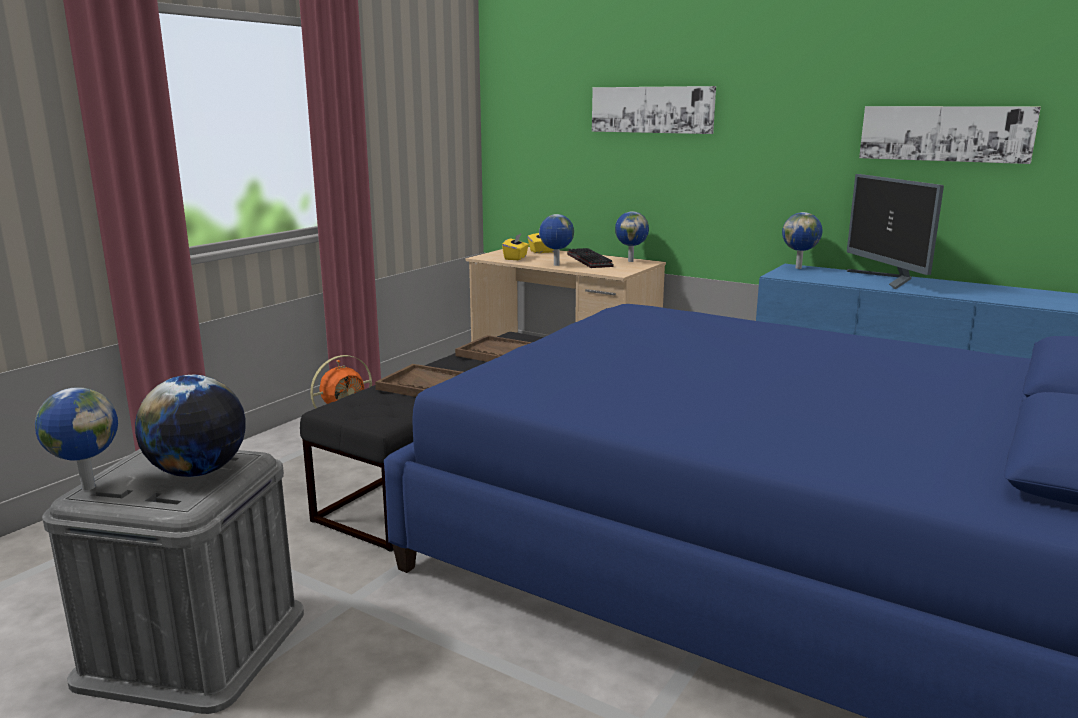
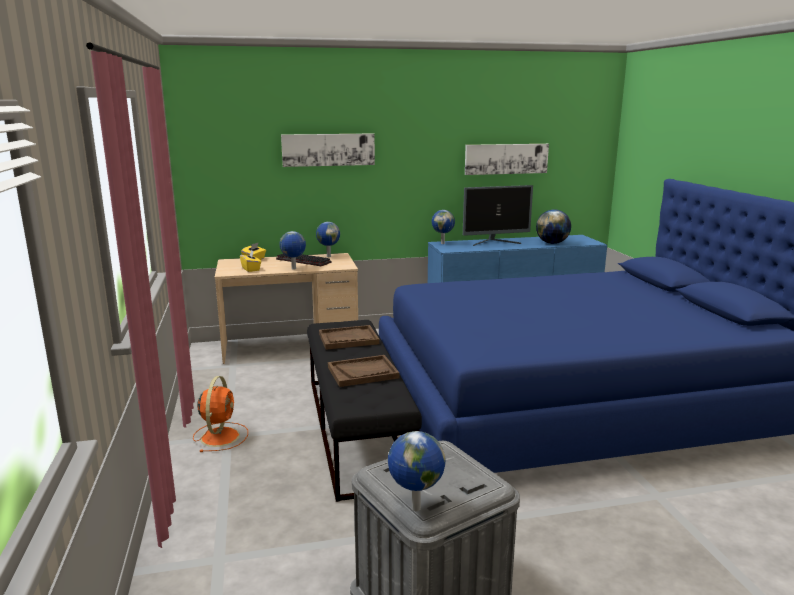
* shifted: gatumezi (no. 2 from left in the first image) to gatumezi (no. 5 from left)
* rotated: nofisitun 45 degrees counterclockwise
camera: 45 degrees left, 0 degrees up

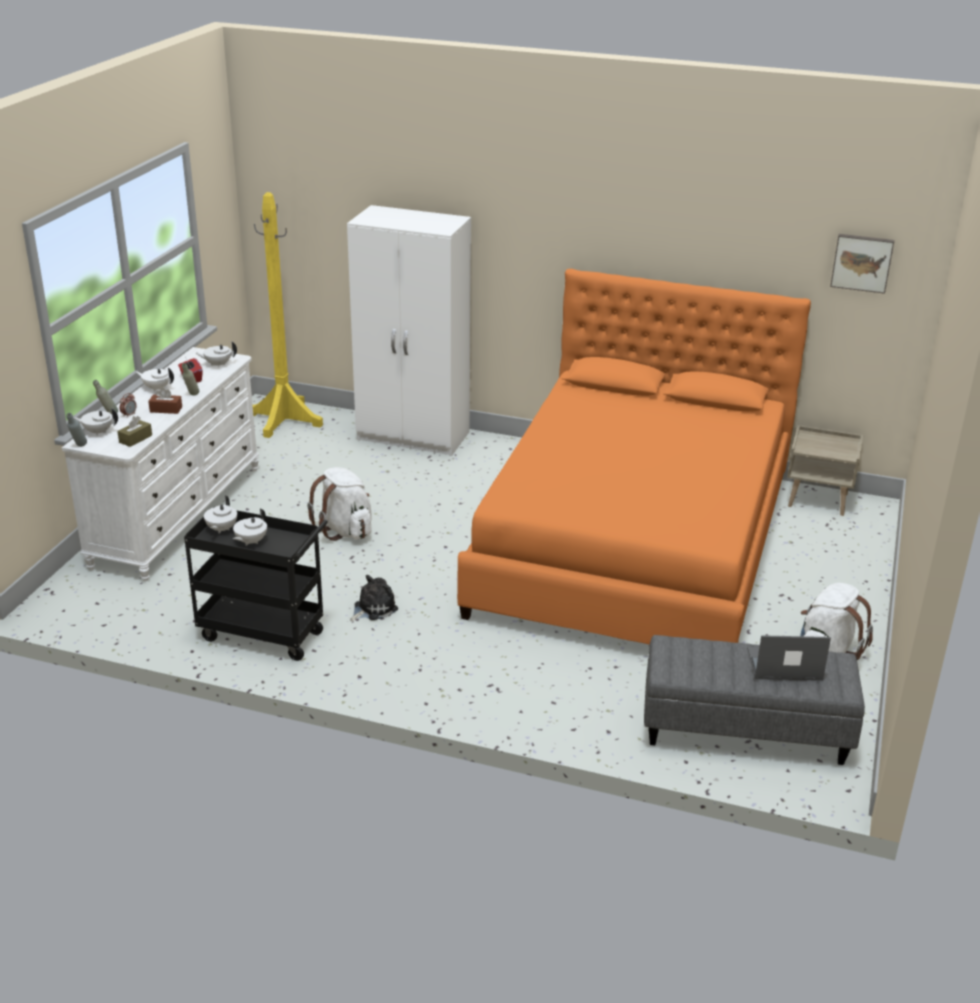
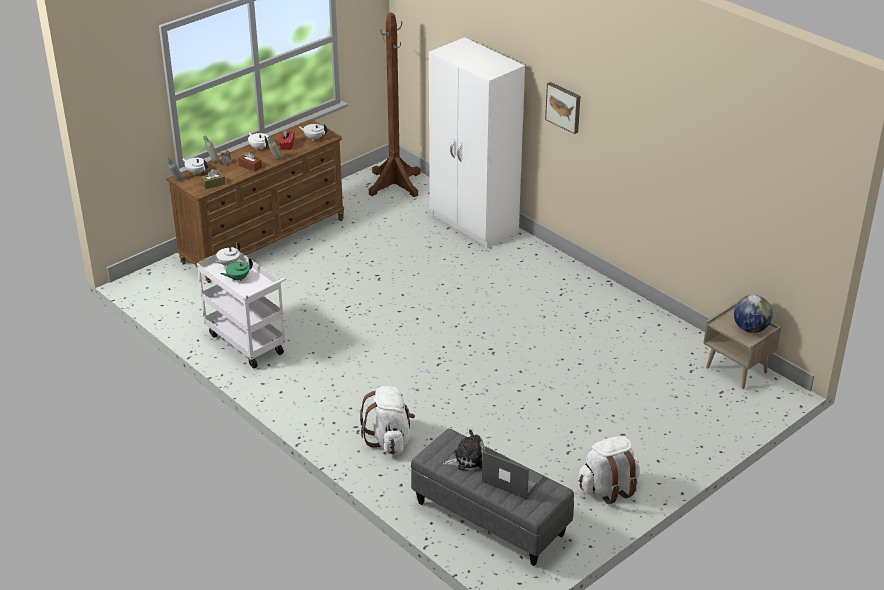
* gone: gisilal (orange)
* new: gatumezi
* shifted: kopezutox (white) (no. 1 from left)
* shifted: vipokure
* shifted: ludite
* repainted: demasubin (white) to demasubin (brown)
* repainted: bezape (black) to bezape (white)
* repainted: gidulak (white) (no. 5 from left) to gidulak (green)
* repainted: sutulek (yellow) to sutulek (brown)
camera: 30 degrees right, 5 degrees up

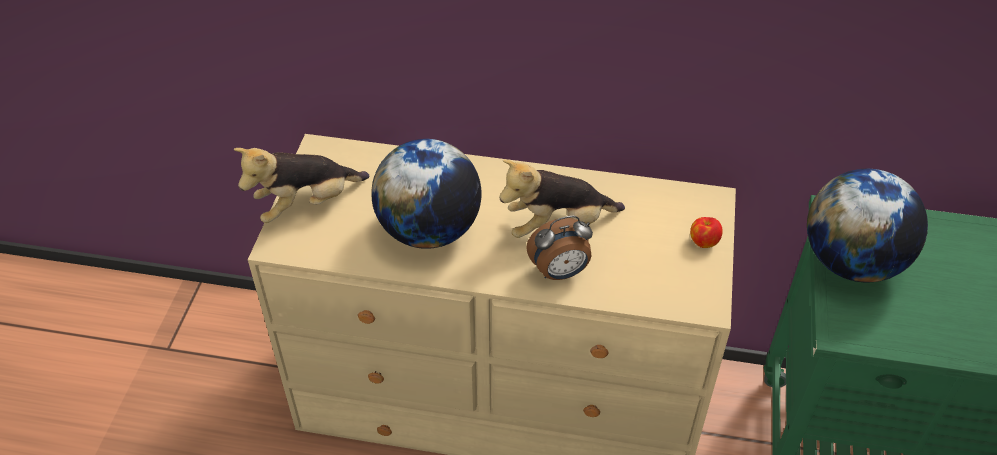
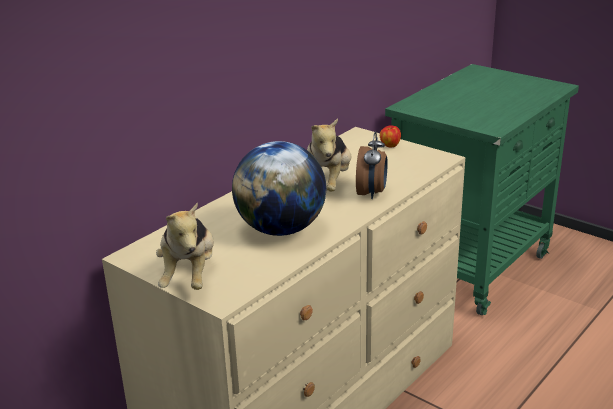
* gone: gatumezi (no. 2 from left)
camera: 60 degrees left, 20 degrees down

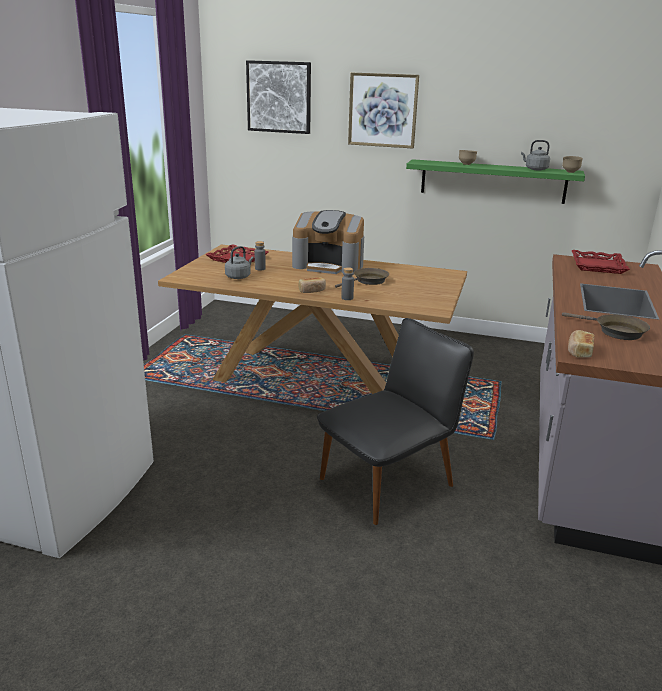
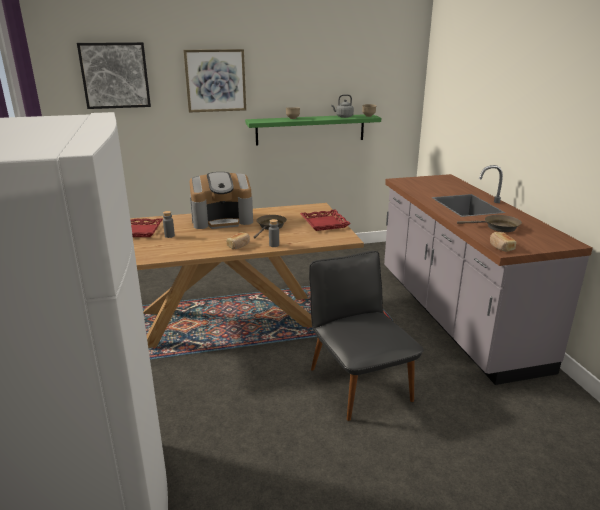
* gone: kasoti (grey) (no. 1 from left)
* shifted: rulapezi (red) (no. 2 from left)
* rotated: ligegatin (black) 45 degrees counterclockwise
camera: 30 degrees left, 0 degrees up

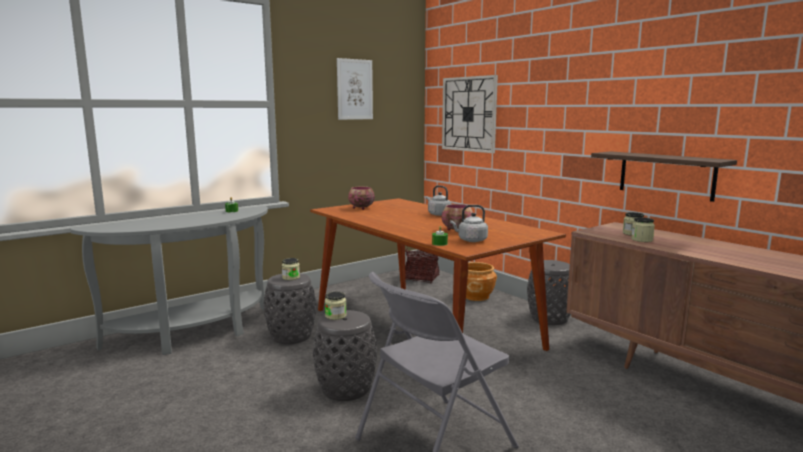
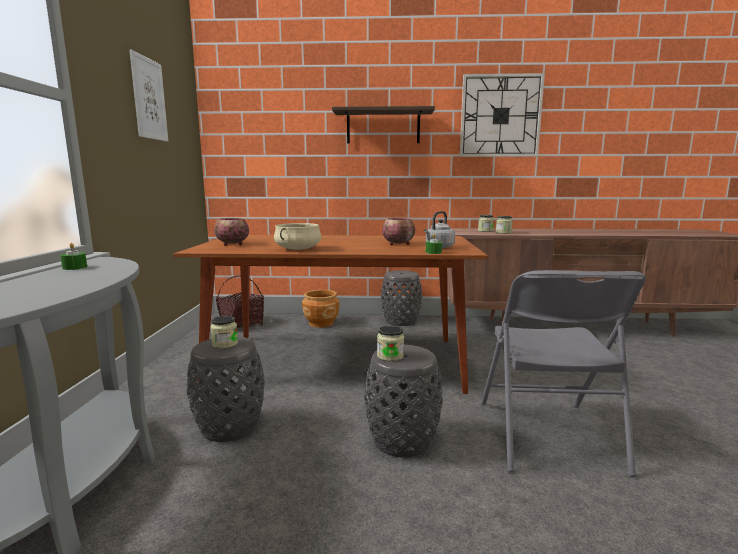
* gone: kasoti (grey) (no. 1 from left)
* new: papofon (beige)
* shifted: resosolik
* shifted: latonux
camera: 50 degrees left, 0 degrees up

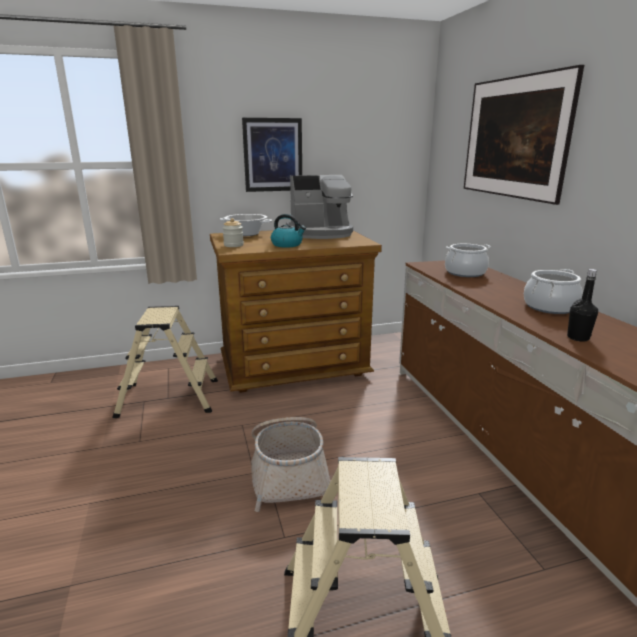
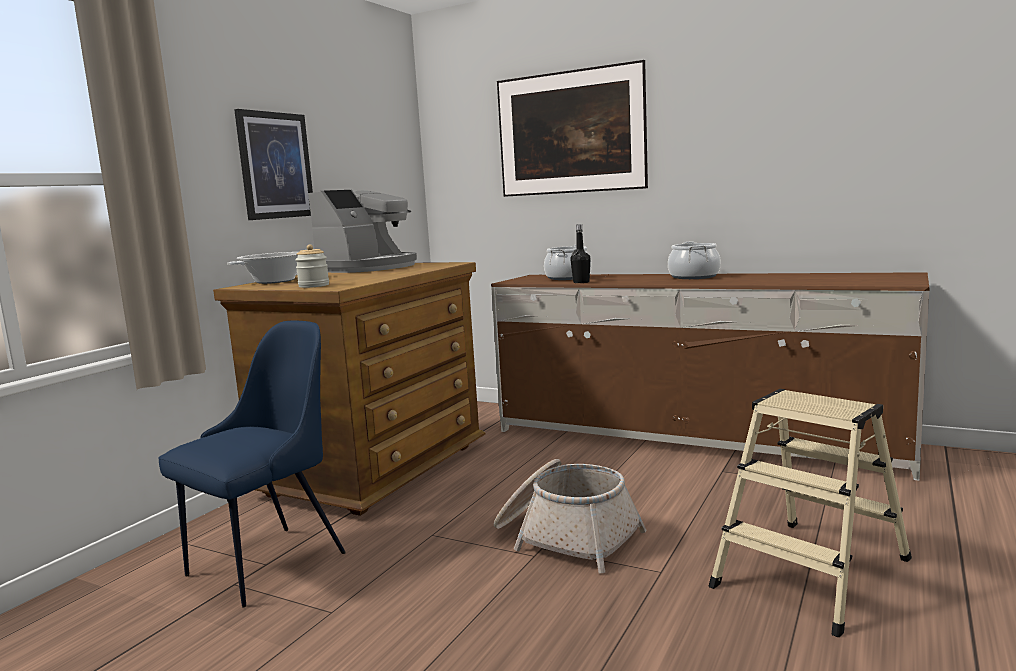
* gone: kasoti
* shifted: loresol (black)
* swapped: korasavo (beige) (no. 1 from left) to ligegatin (blue)
camera: 45 degrees left, 10 degrees down

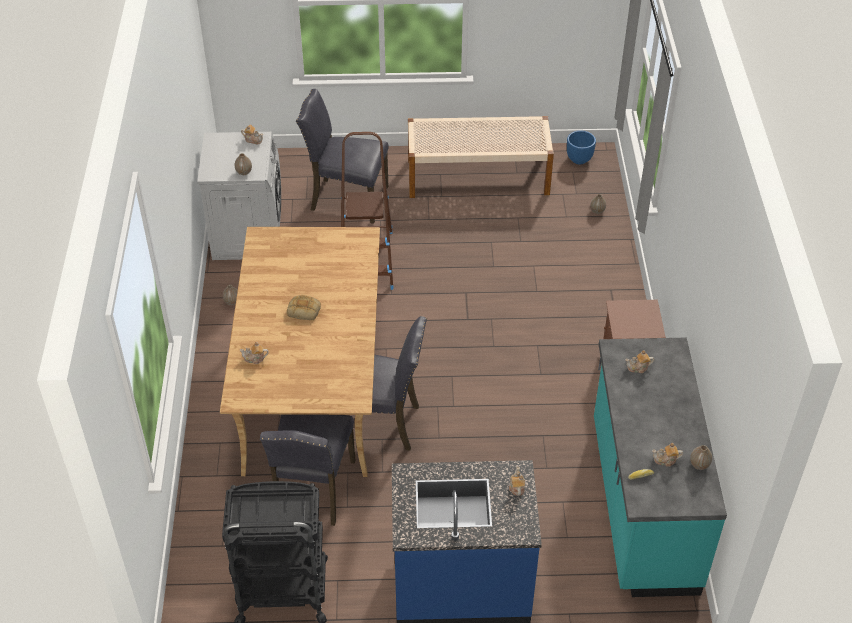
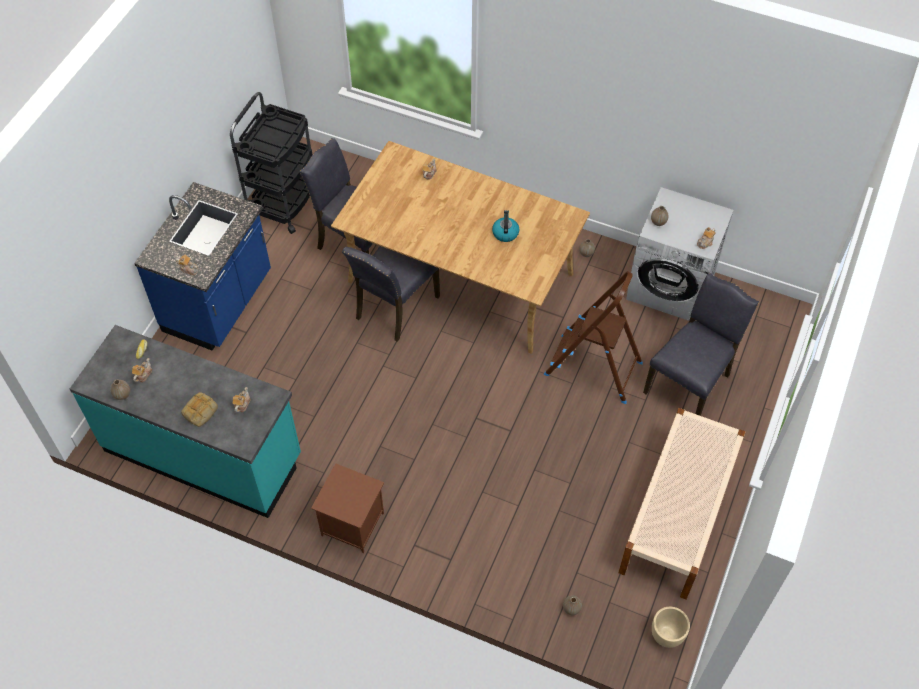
* new: kasoti
* shifted: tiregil (no. 1 from left in the first image) to tiregil (no. 2 from left)
* repainted: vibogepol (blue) to vibogepol (beige)
camera: 115 degrees right, 10 degrees up

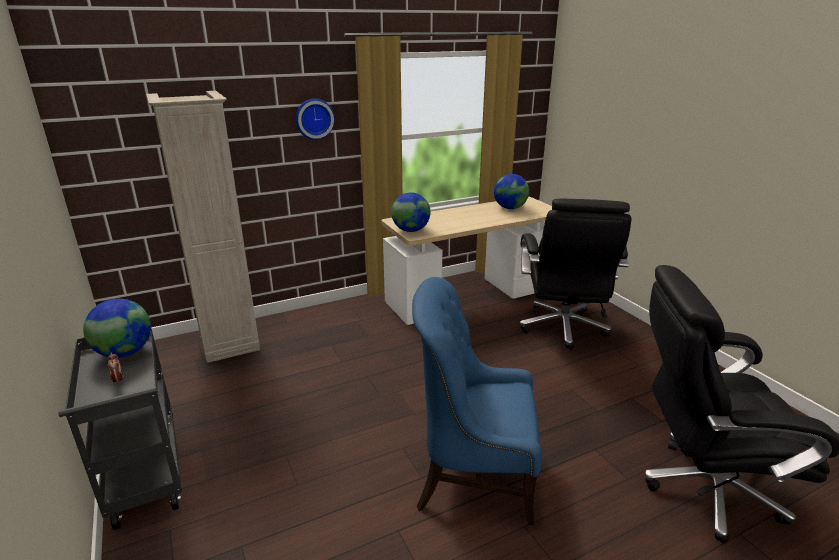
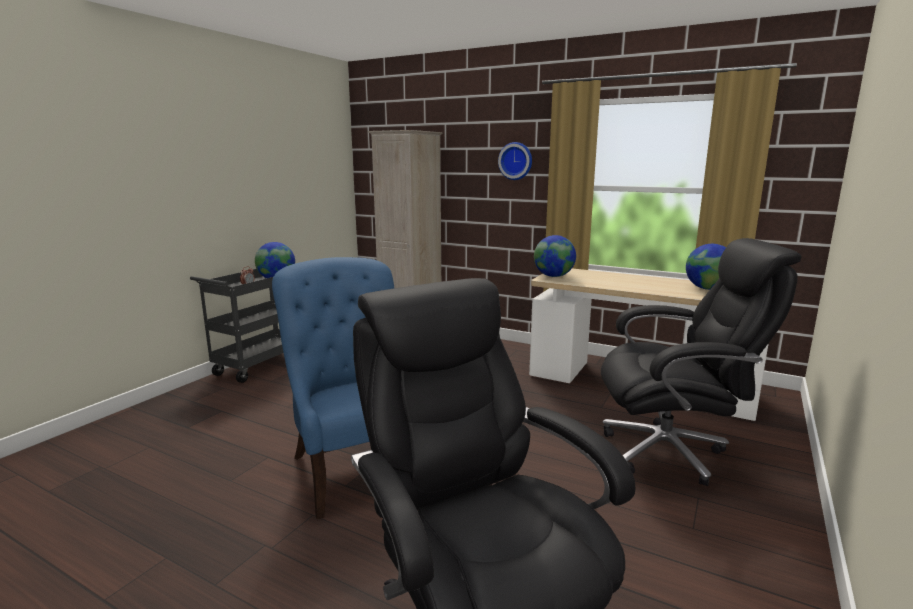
* rotated: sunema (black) (no. 1 from left in the first image) 150 degrees counterclockwise
camera: 55 degrees right, 10 degrees down

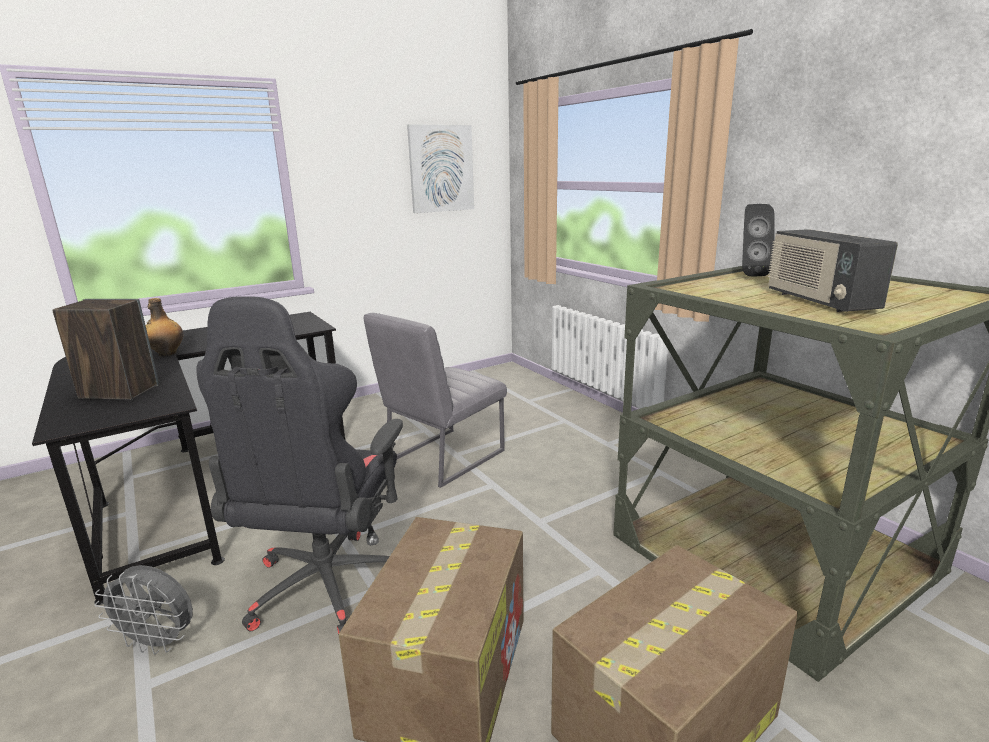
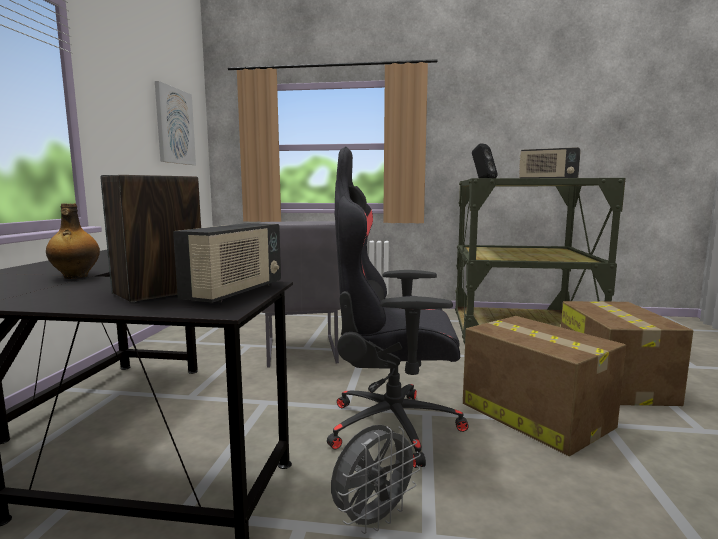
* new: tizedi (no. 1 from left)
* rotated: sunema (black) 135 degrees clockwise
camera: 50 degrees left, 10 degrees down

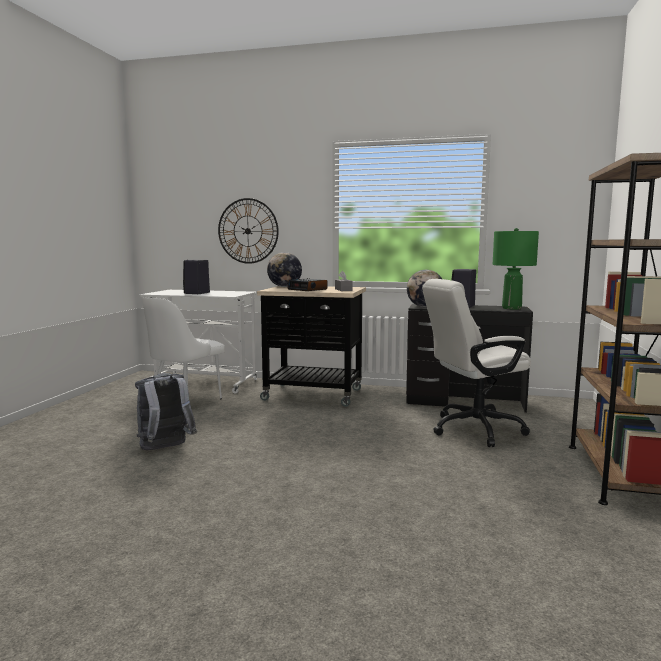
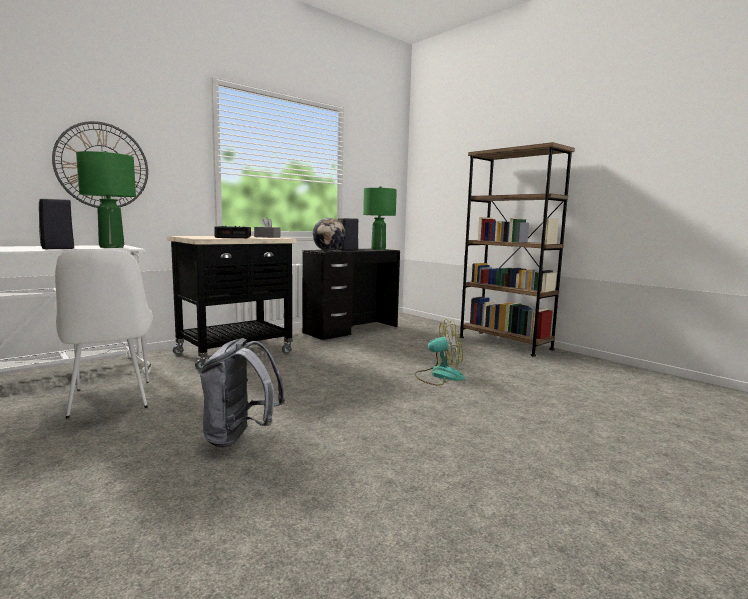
* gone: gatumezi (no. 1 from left)
* gone: sunema (white)
* new: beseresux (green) (no. 1 from left)
* new: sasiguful
camera: 55 degrees left, 0 degrees up

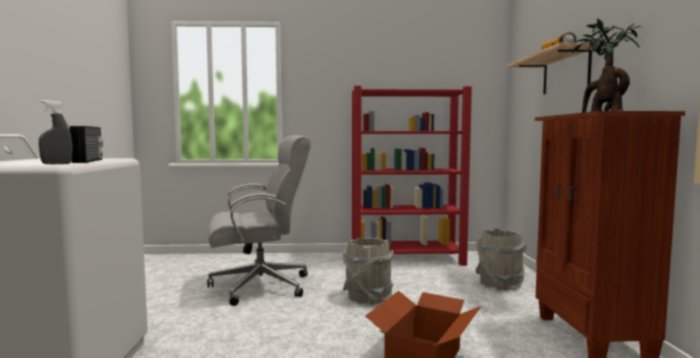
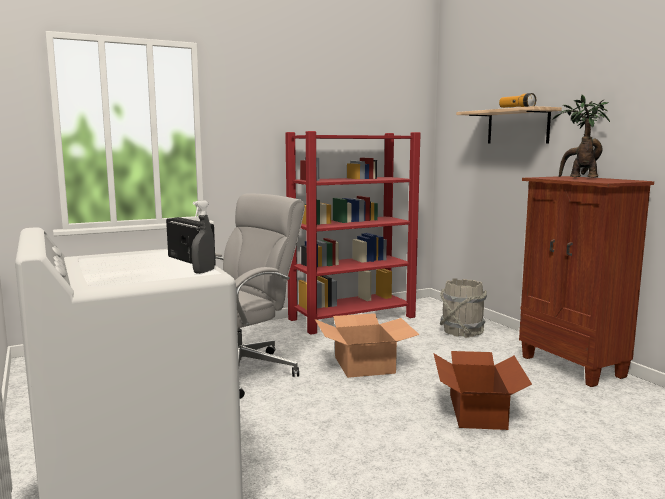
* swapped: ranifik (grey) (no. 1 from left) to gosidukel (no. 1 from left)
camera: 25 degrees left, 5 degrees up

